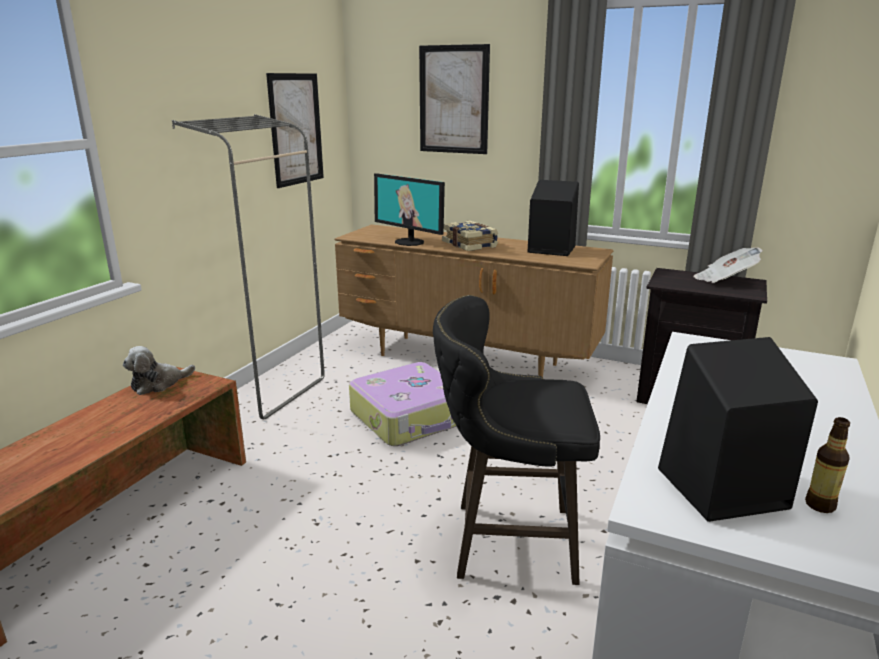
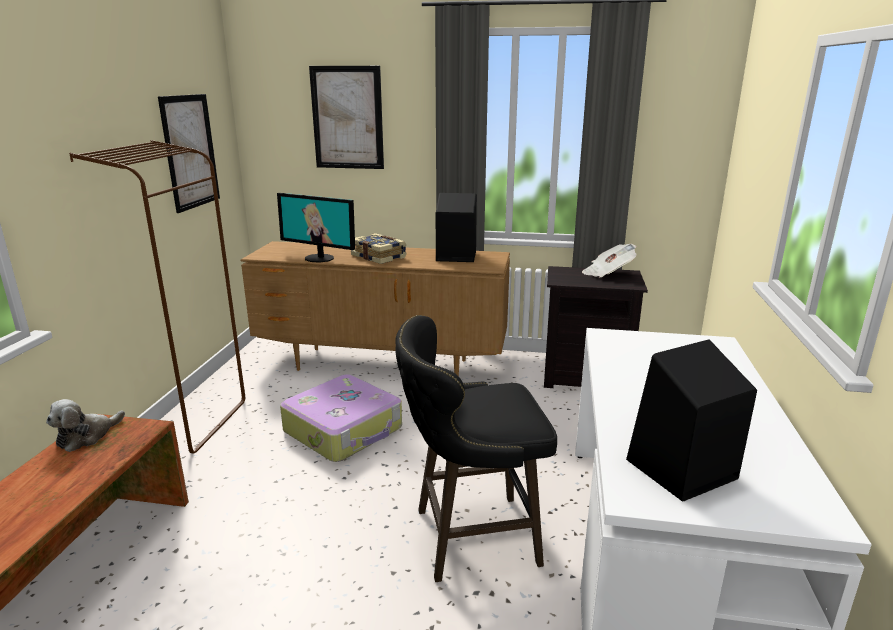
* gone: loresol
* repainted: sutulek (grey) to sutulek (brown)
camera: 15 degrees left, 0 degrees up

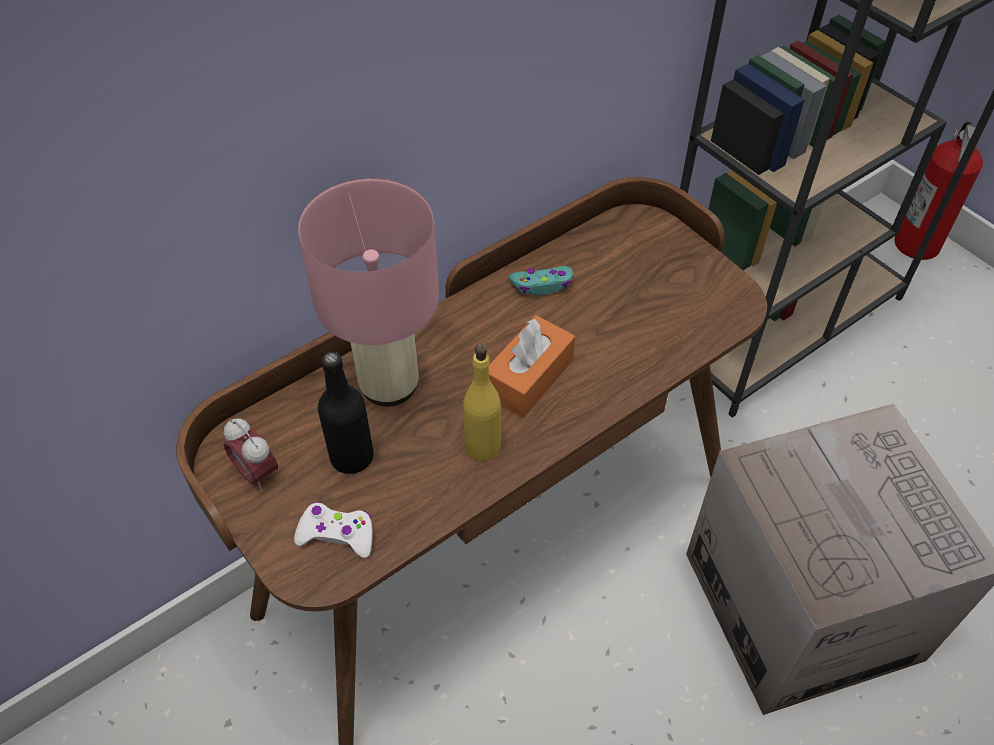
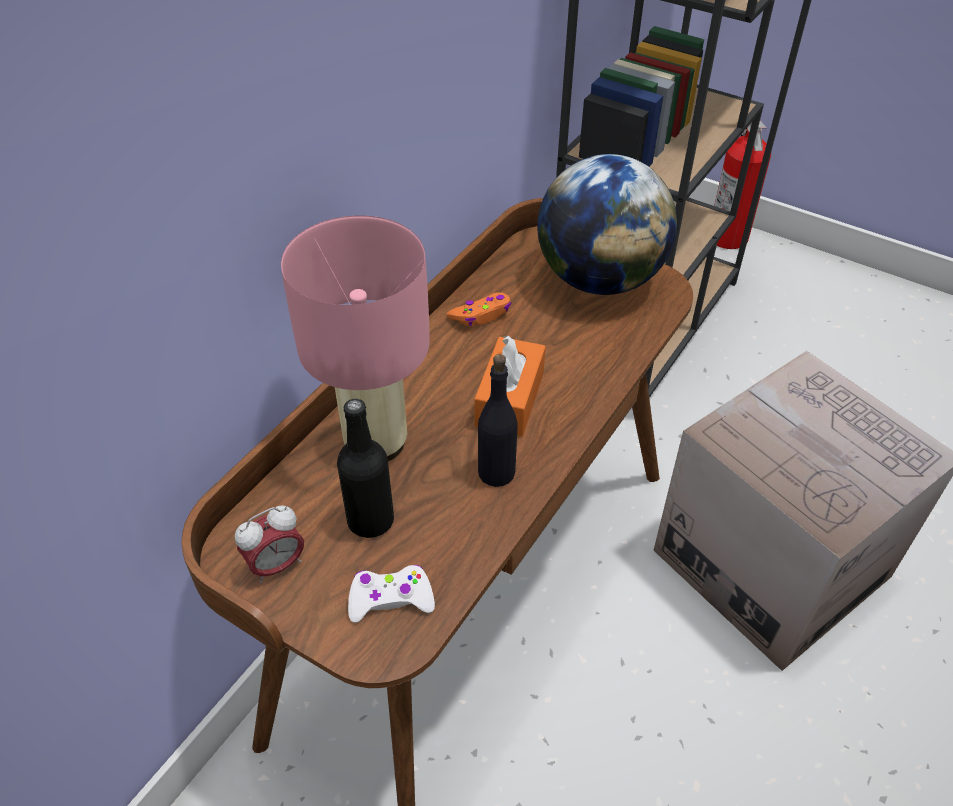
* new: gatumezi
* repainted: loresol (yellow) to loresol (black) (no. 2 from left)
* repainted: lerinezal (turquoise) to lerinezal (orange)
* rotated: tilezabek 60 degrees counterclockwise
camera: 20 degrees left, 5 degrees down

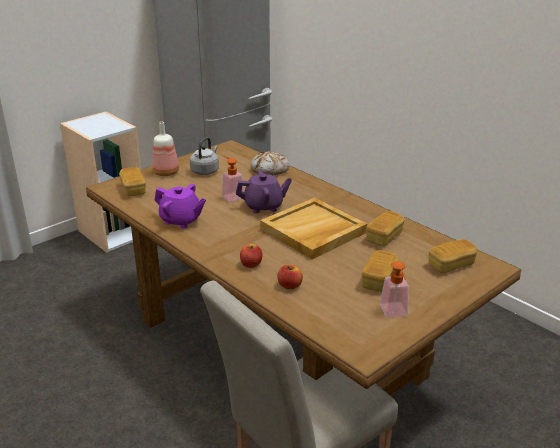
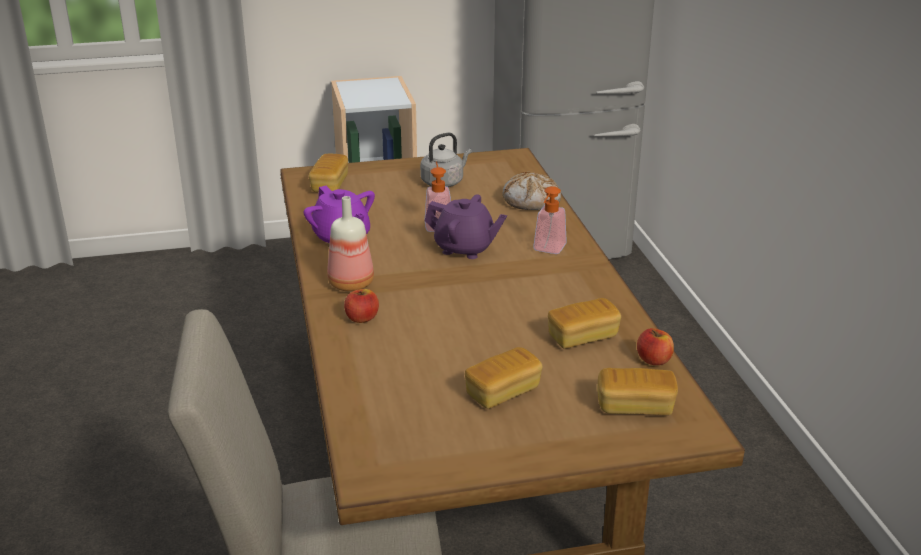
* gone: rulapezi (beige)
* shifted: loresol
* shifted: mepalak (no. 2 from left)
* shifted: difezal (no. 2 from left)
camera: 30 degrees right, 0 degrees up

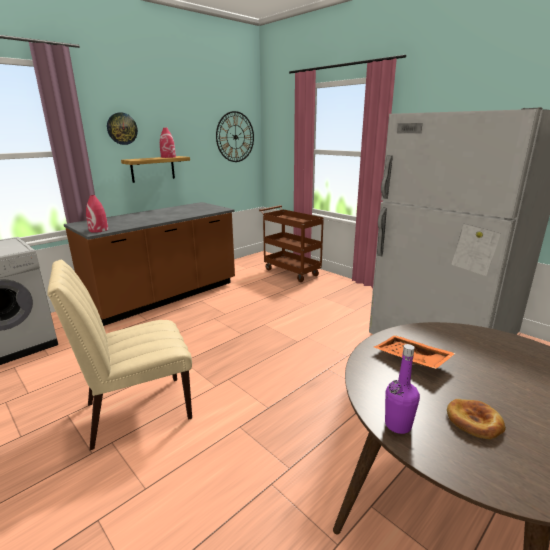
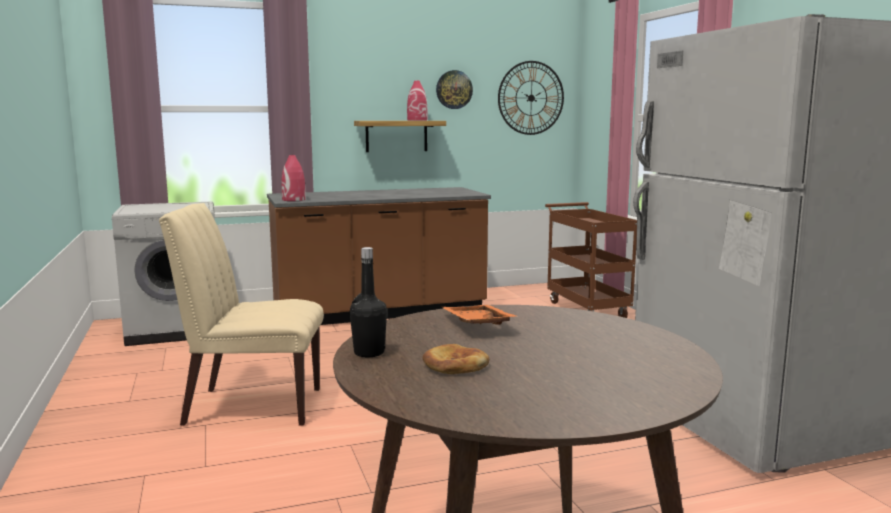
* shifted: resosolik (no. 1 from left)
* repainted: loresol (purple) to loresol (black)
camera: 25 degrees right, 10 degrees down

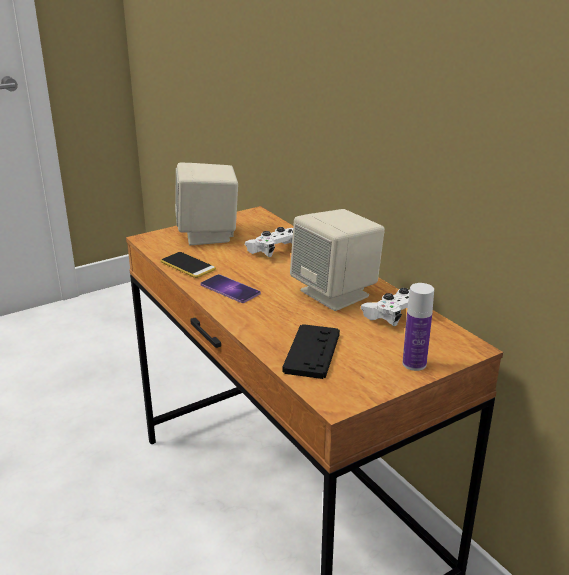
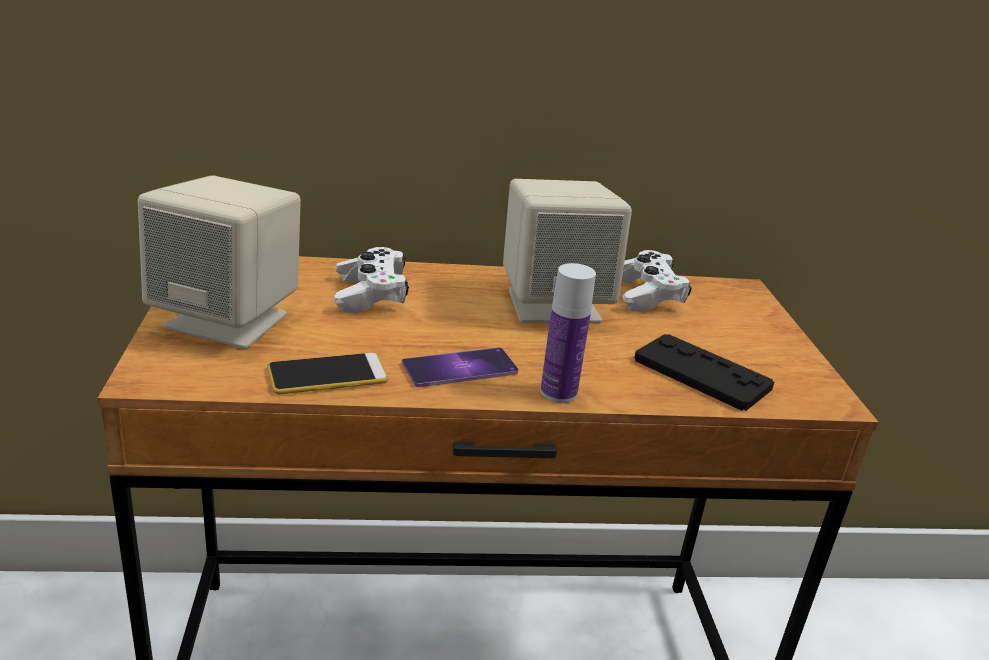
* shifted: loresol
camera: 65 degrees left, 0 degrees up

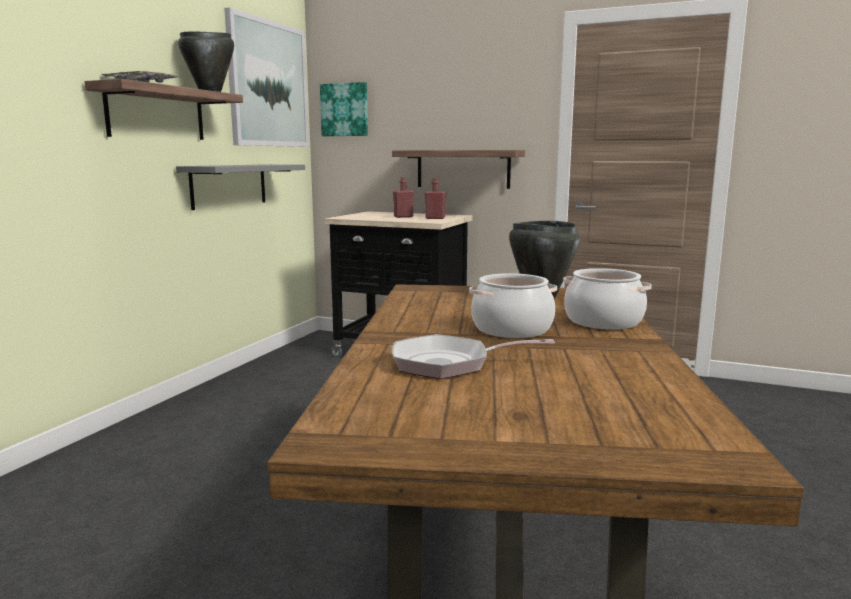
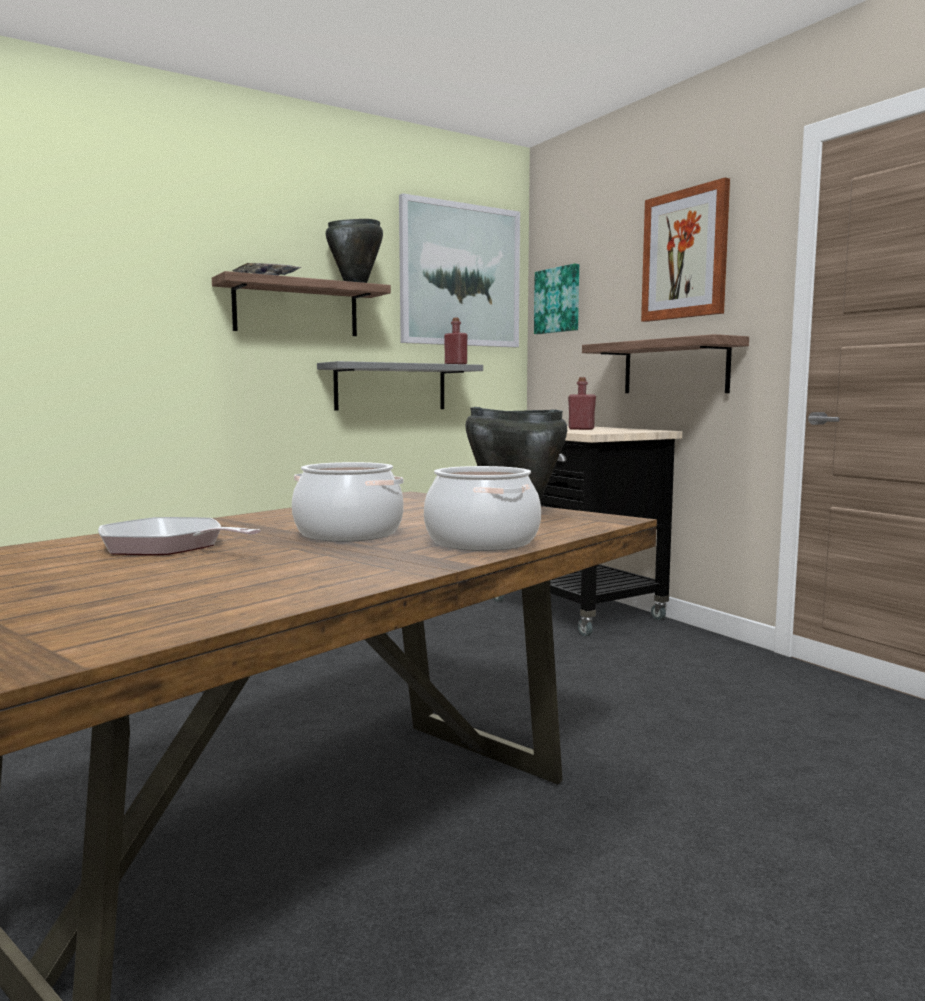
* new: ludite (no. 3 from left)
* shifted: loresol (red) (no. 2 from left in the first image) to loresol (red) (no. 1 from left)
camera: 35 degrees right, 5 degrees down

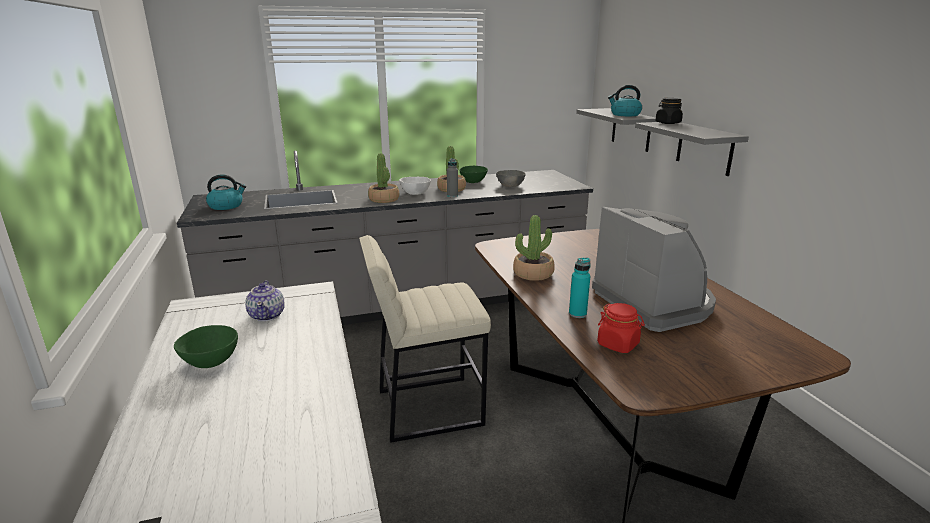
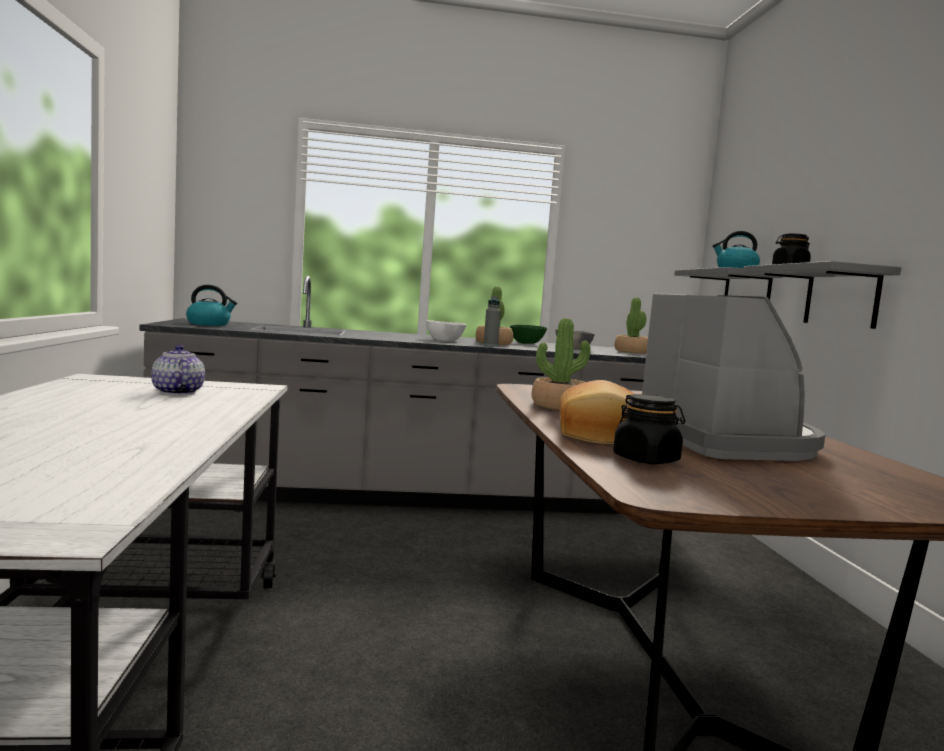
* gone: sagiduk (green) (no. 1 from left)
* gone: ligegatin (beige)
* shifted: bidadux (no. 1 from left in the first image) to bidadux (no. 3 from left)
* swapped: loresol (turquoise) to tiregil
* repainted: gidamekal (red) to gidamekal (black) (no. 1 from left)
* rotated: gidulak 150 degrees clockwise
camera: 10 degrees right, 15 degrees down

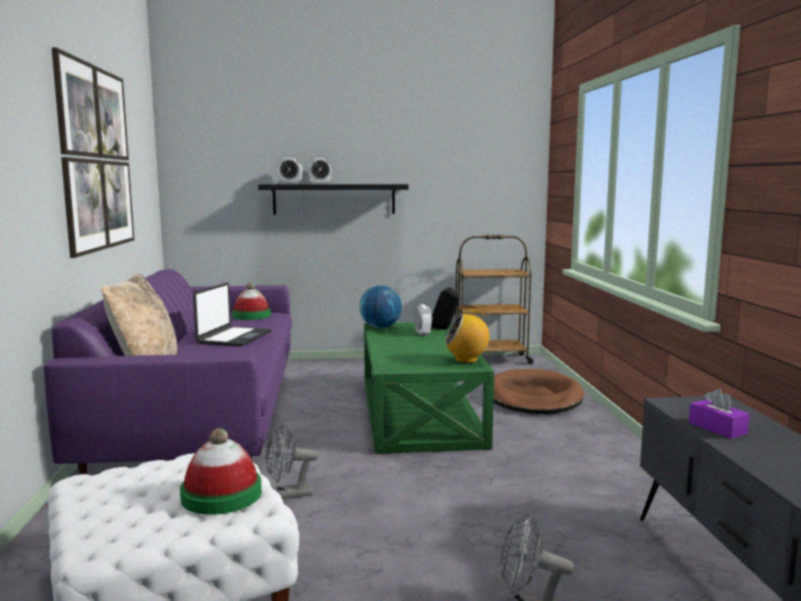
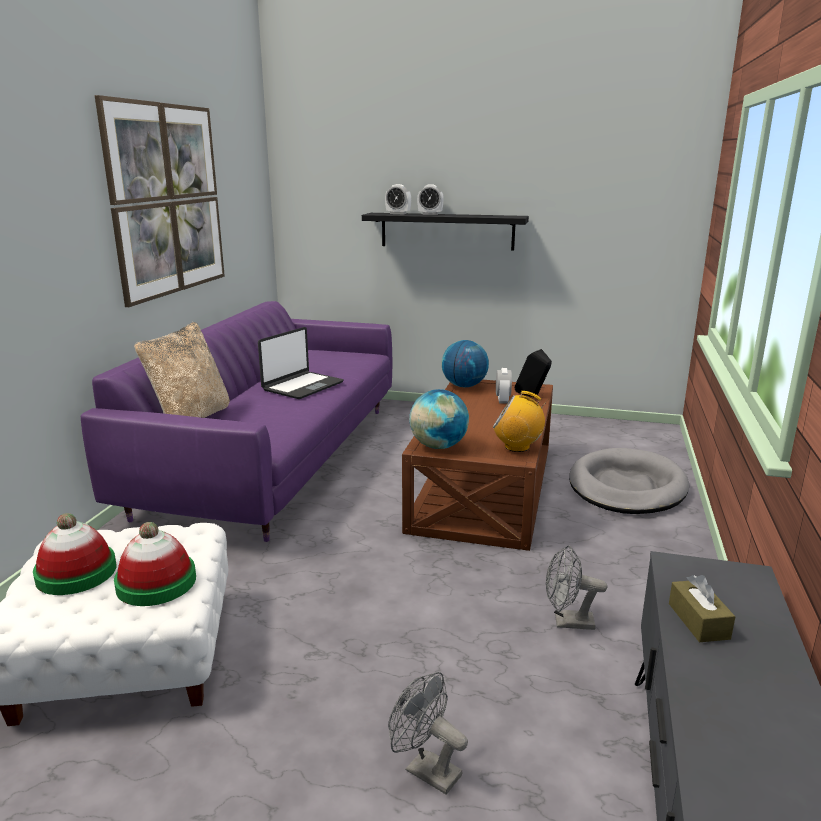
* gone: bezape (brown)
* new: gatumezi (no. 1 from left)
* shifted: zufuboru (no. 2 from left in the first image) to zufuboru (no. 1 from left)
* shifted: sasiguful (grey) (no. 1 from left in the first image) to sasiguful (grey) (no. 2 from left)
* repainted: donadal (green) to donadal (brown)
* repainted: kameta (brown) to kameta (grey)
* repainted: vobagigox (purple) to vobagigox (brown)
camera: 20 degrees right, 10 degrees up

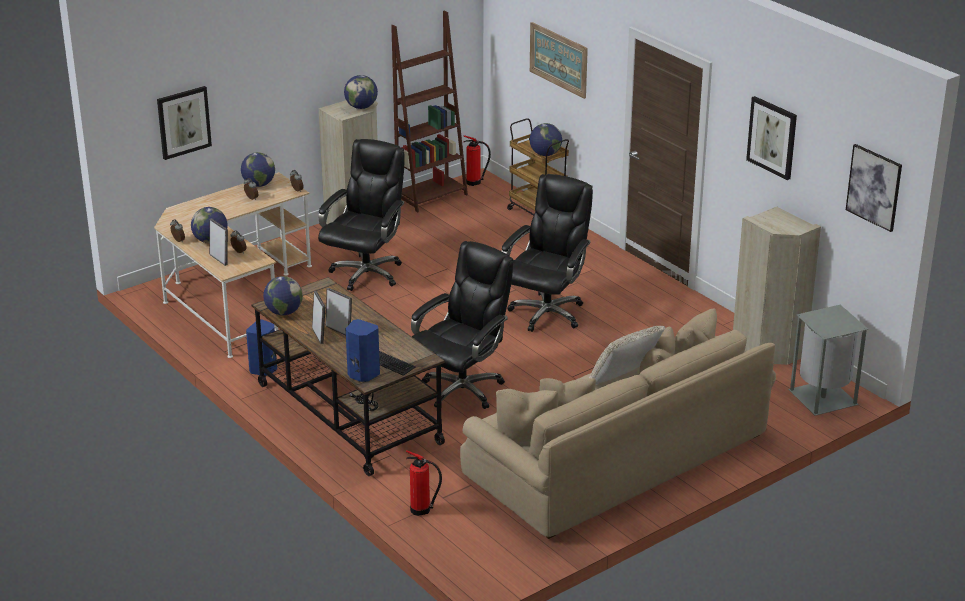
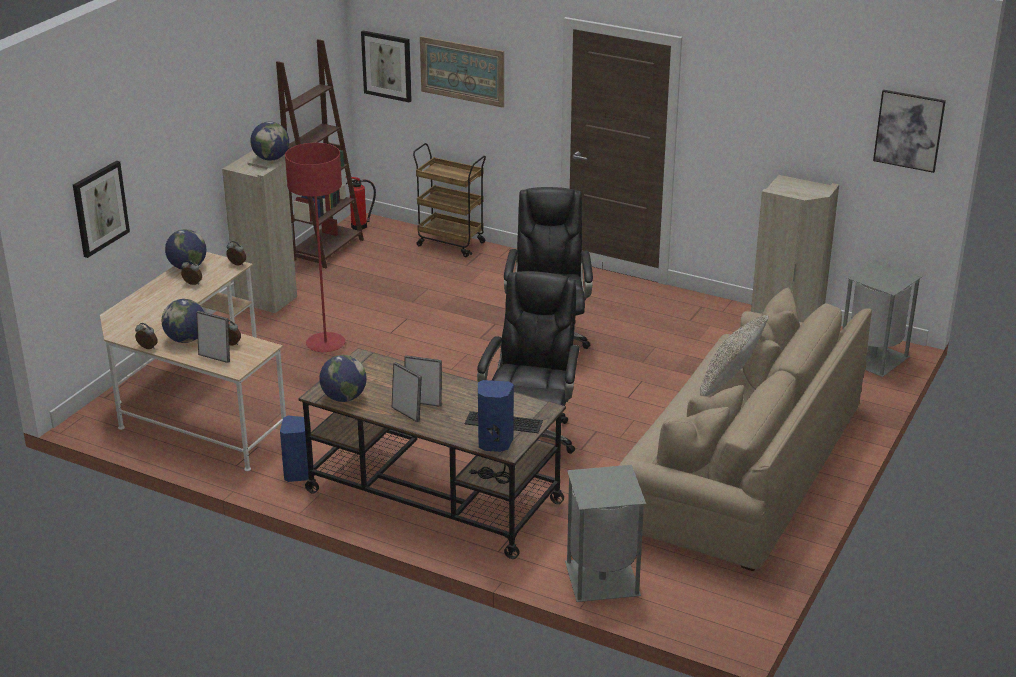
* gone: gatumezi (no. 5 from left)
* shifted: ludite (no. 3 from left in the first image) to ludite (no. 2 from left)
* swapped: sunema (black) (no. 1 from left) to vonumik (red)
* swapped: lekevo (no. 1 from left) to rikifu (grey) (no. 1 from left)
camera: 25 degrees left, 0 degrees up

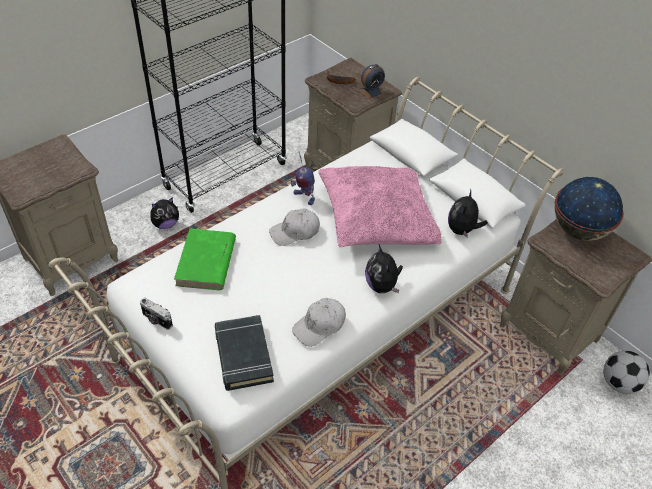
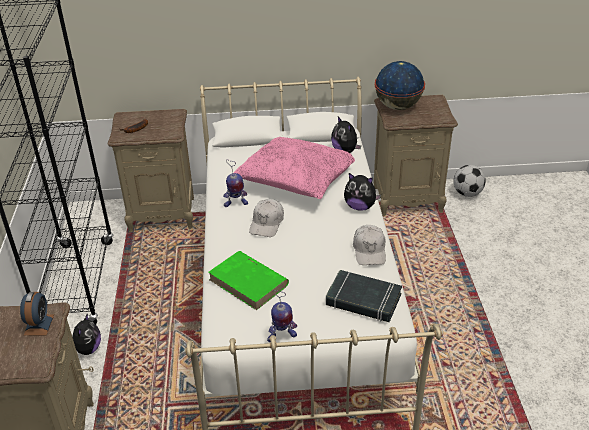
* shifted: tilezabek
* swapped: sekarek to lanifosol (no. 2 from left)
camera: 50 degrees left, 10 degrees down

